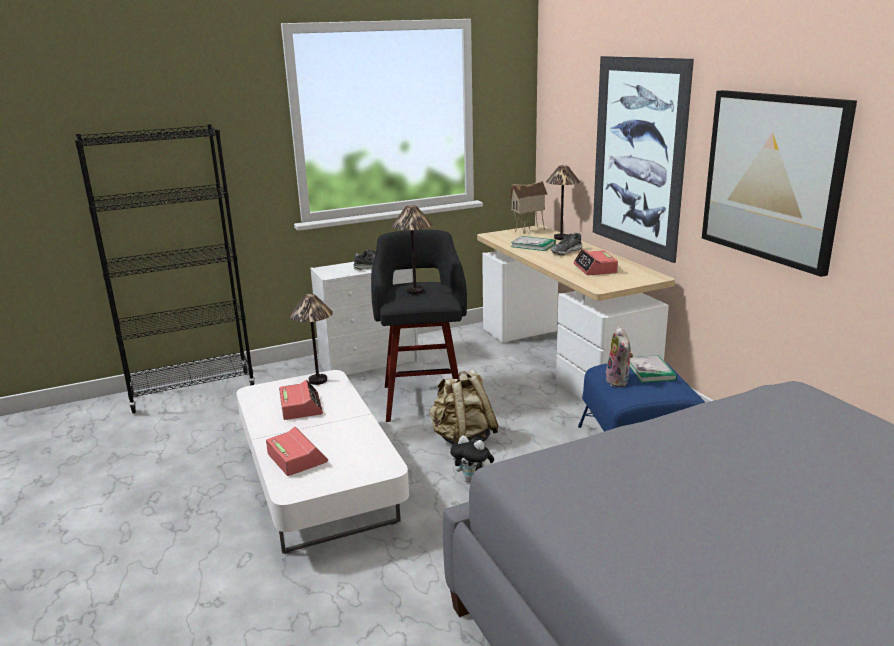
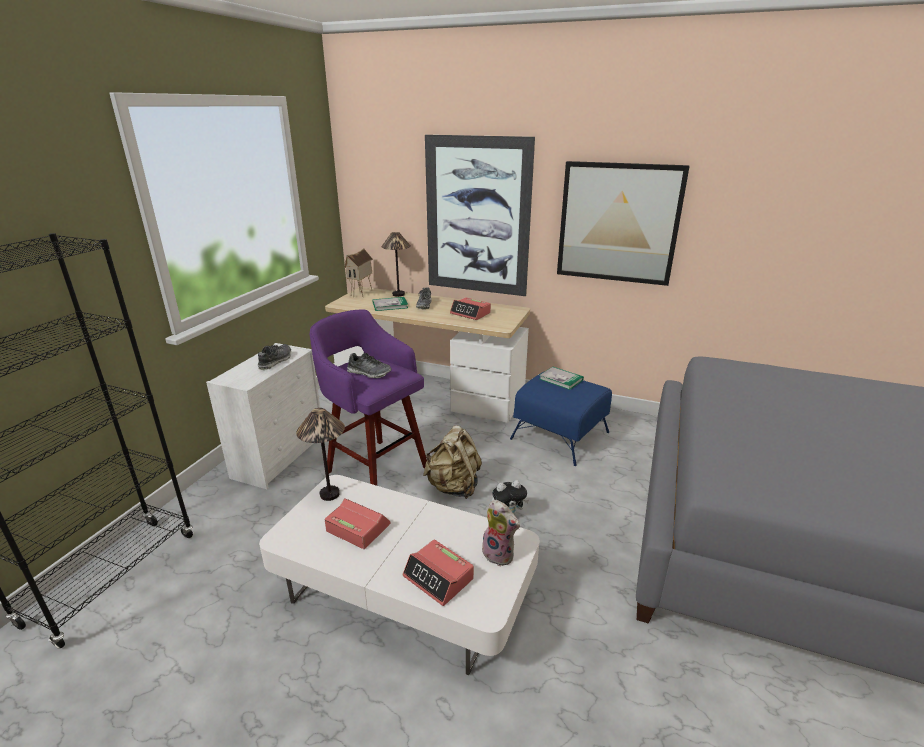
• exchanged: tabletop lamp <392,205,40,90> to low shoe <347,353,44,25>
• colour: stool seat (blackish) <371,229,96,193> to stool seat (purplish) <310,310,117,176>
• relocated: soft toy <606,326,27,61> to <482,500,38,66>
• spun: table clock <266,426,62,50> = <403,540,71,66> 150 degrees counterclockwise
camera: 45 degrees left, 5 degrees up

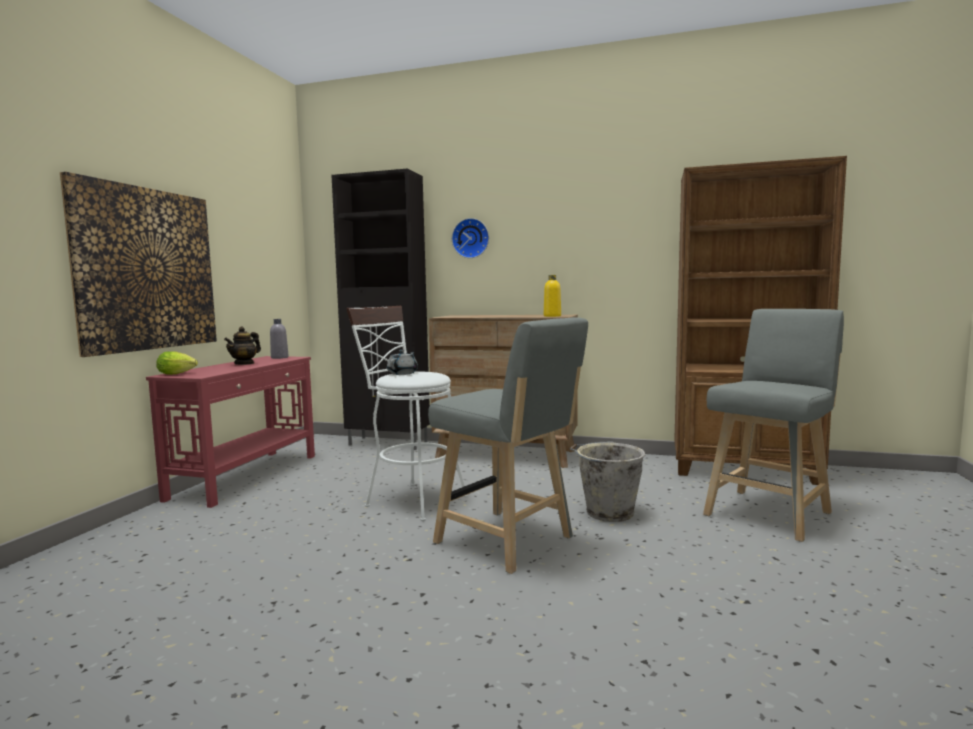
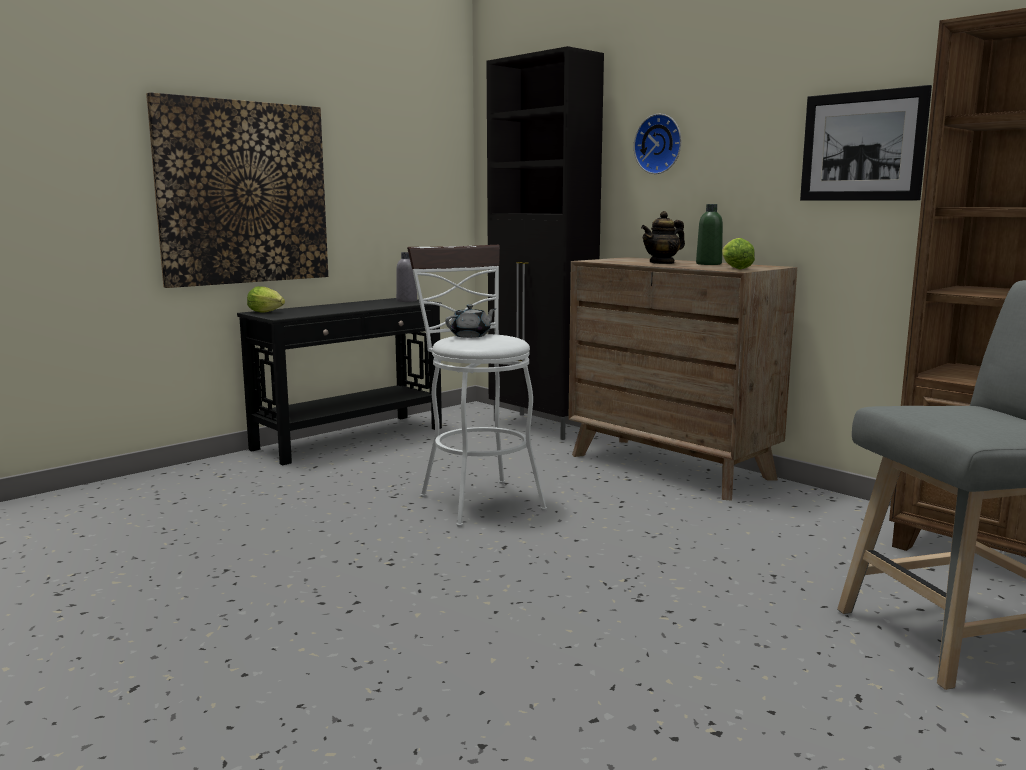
• exchanged: bottle (yellowish) <544,275,17,42> to lettuce <722,238,33,32>
• missing: stool seat (greyish) <428,317,160,257>
• relocated: teapot <224,327,37,38> to <641,211,44,53>
• colour: console table (reddish) <146,356,169,152> to console table (blackish) <237,298,205,167>
• missing: bucket (greyish) <569,442,76,80>
• appeared: wall picture <800,85,132,116>
• appeared: bottle (green) <696,204,27,61>
camera: 30 degrees right, 5 degrees up

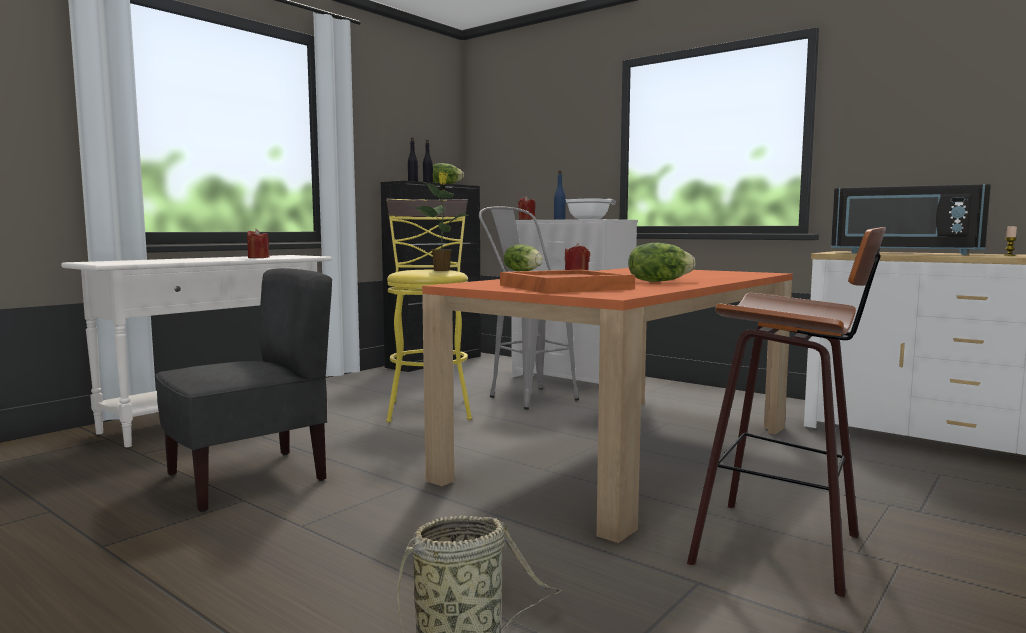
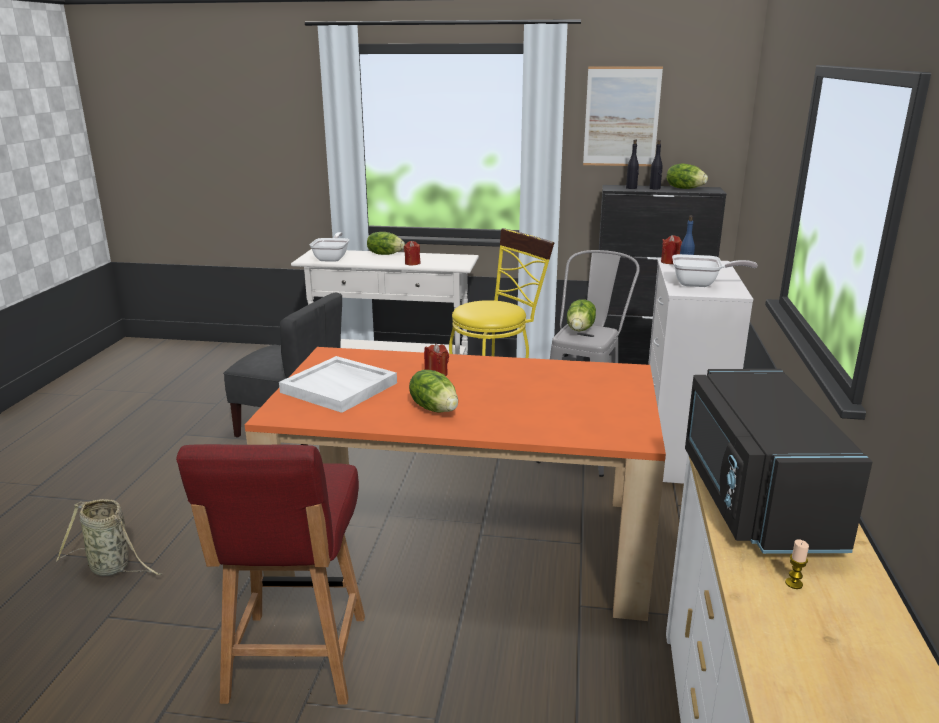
• missing: plant in a pot <415,172,54,99>
• exchanged: stool seat <687,227,199,370> to upright chair (reddish) <176,444,189,261>
• colour: serving tray (orange) <500,270,135,23> to serving tray (whitish) <279,356,118,57>
• appeared: wall picture <583,67,80,99>
• appeared: pan <310,232,39,30>
• appeared: lettuce <367,232,38,23>
camera: 60 degrees right, 15 degrees up

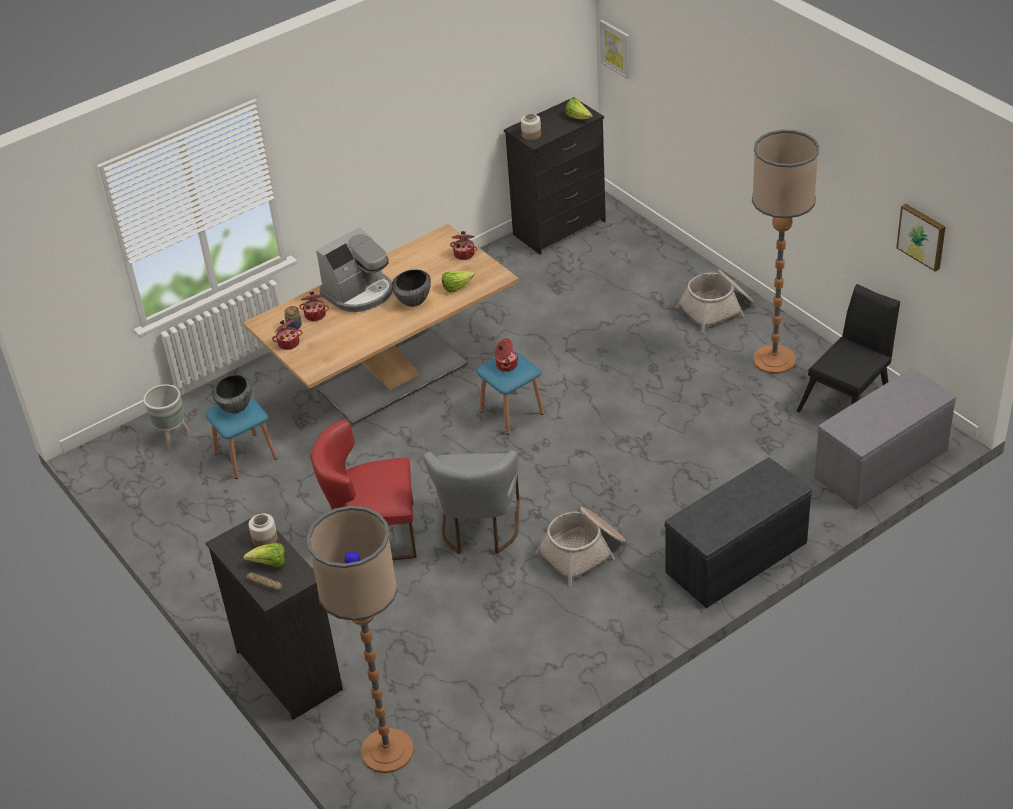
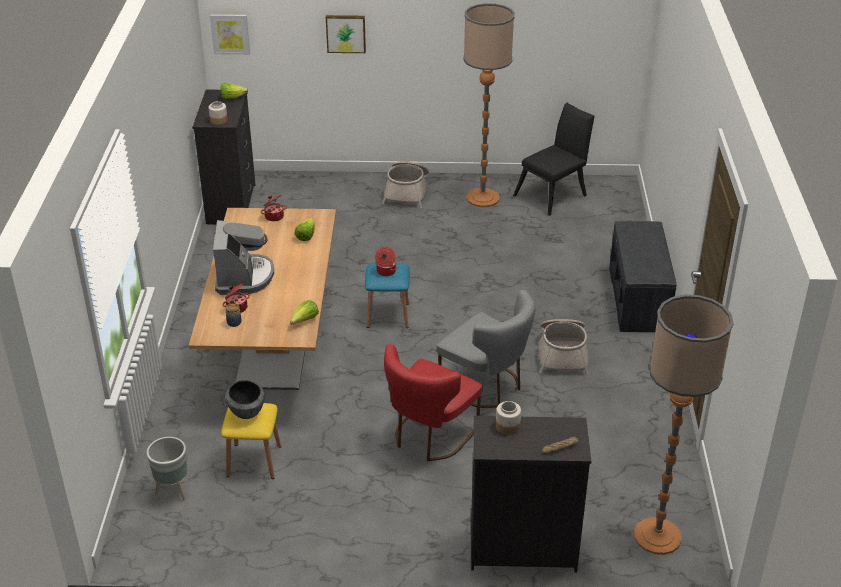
• relocated: wall picture <896,204,49,68> to <326,15,40,38>
• missing: deep dish <392,270,39,37>
• spun: upright chair (blackish) <796,284,104,129> = <513,103,81,113> 60 degrees clockwise
• missing: stockpot <272,320,31,30>
• missing: long seat (greyish) <814,368,142,141>
• colour: stool seat (blue) <205,397,72,82> to stool seat (yellowish) <221,403,60,76>
• relocated: lettuce <243,543,43,24> to <290,300,29,25>
camera: 55 degrees left, 5 degrees down

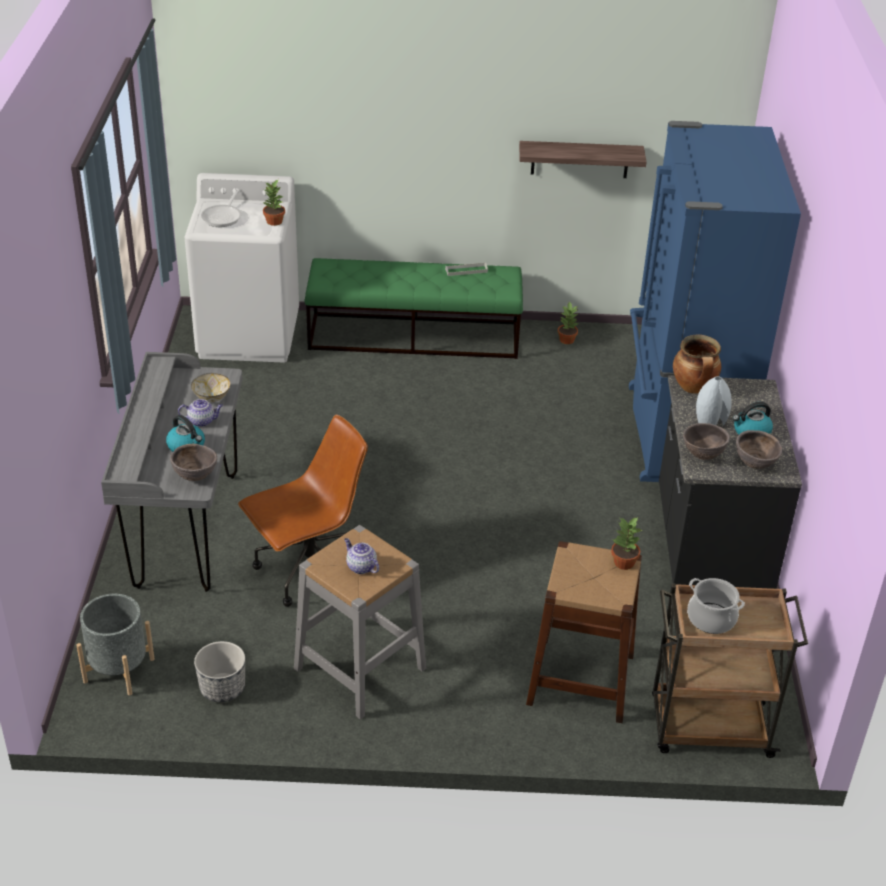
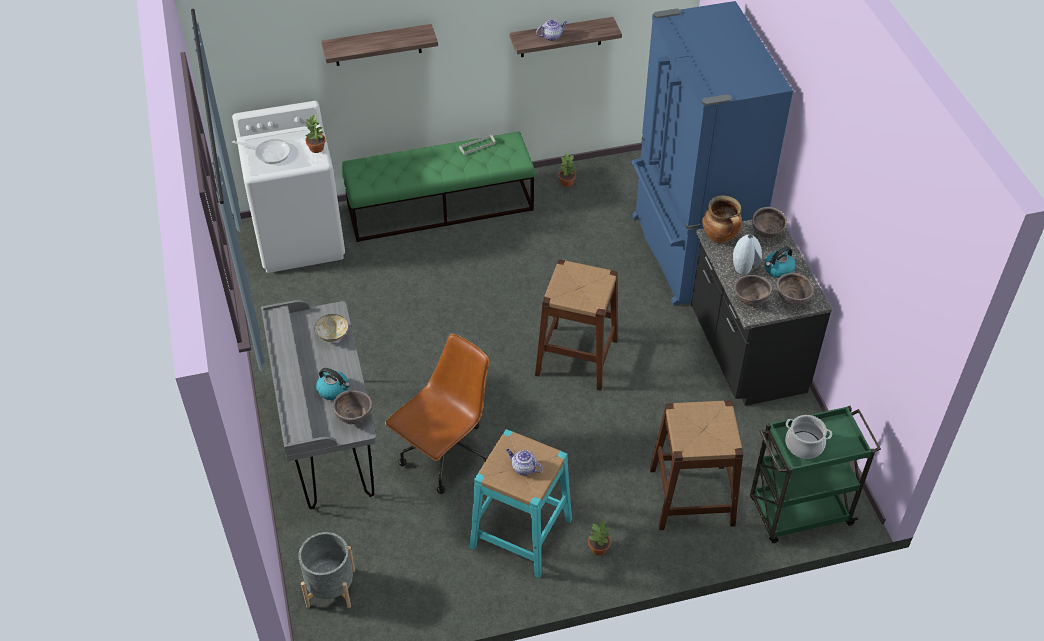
• spun: pan <201,189,40,38> = <232,139,59,25> 75 degrees counterclockwise
• relocated: teapot <178,399,45,28> to <536,20,31,21>
• relocated: plant in a pot <611,517,31,53> to <588,520,23,35>
• colour: stool seat (greyish) <294,525,132,194> to stool seat (turquoise) <470,429,102,149>
• colour: trolley (brown-coloured) <652,583,156,175> to trolley (green) <750,406,131,137>
• missing: plant pot <194,641,51,61>
• appeared: shelf <321,24,117,42>
• appeared: deep dish (brown-coloured) <752,207,35,31>
• appeared: stool seat (brown-coloured) <535,259,83,132>
camera: 15 degrees left, 10 degrees up

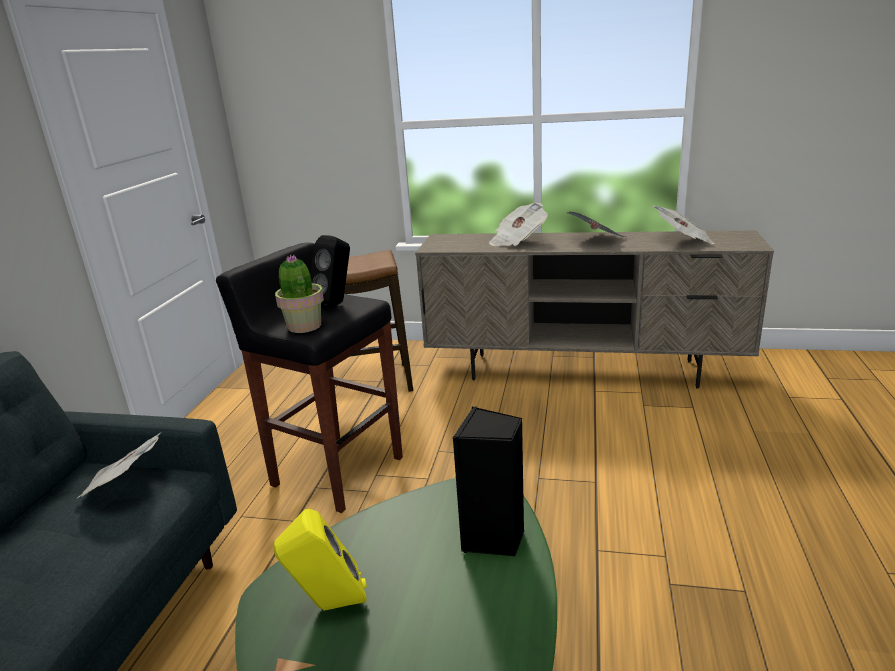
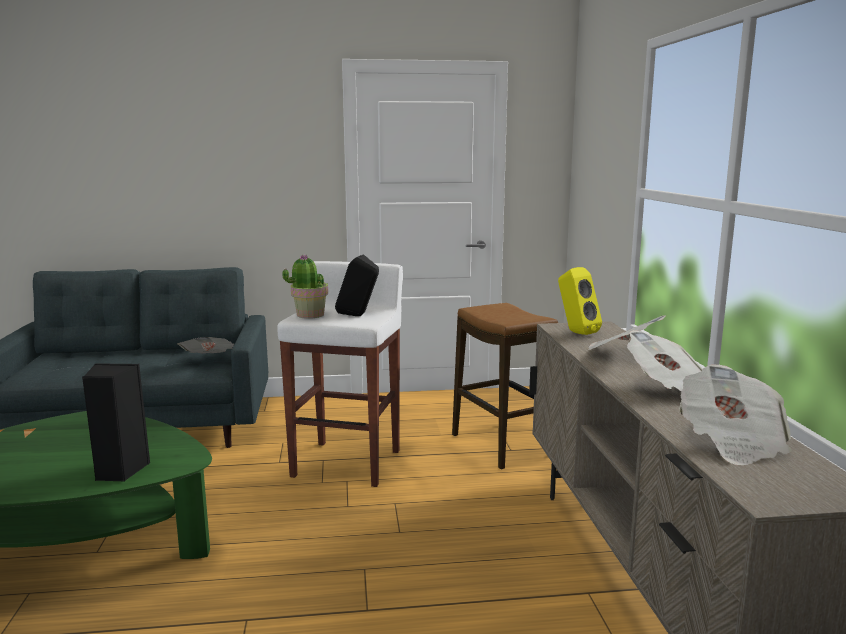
• colour: stool seat (blackish) <216,243,187,270> to stool seat (whitish) <277,261,126,226>
• relocated: audio speaker (yellowish) <274,509,93,102> to <558,267,44,68>
camera: 70 degrees right, 10 degrees down

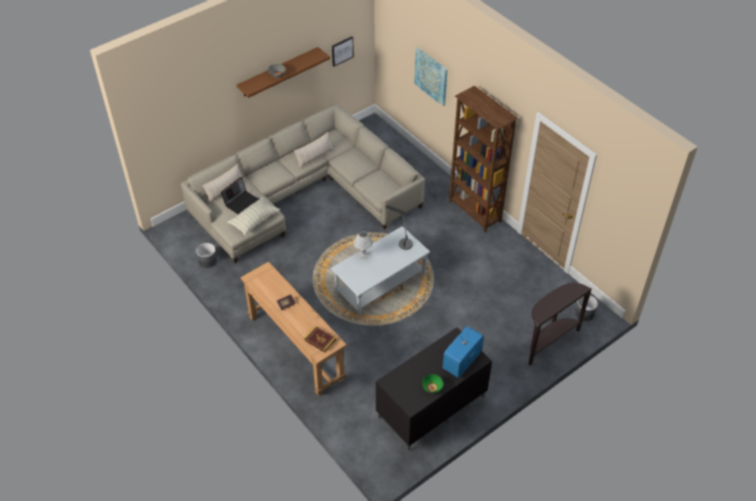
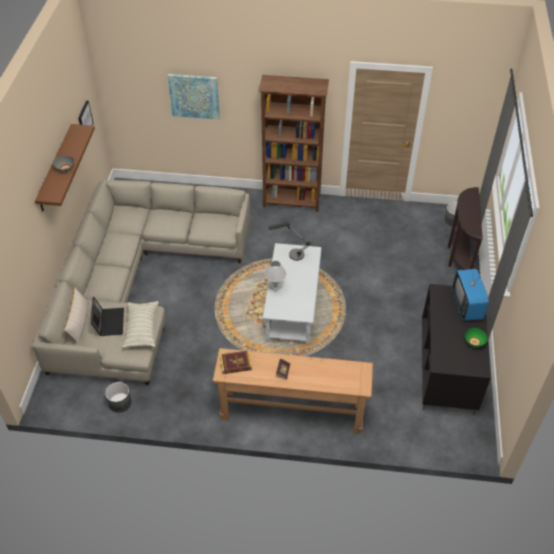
• missing: pillow (beige) <294,132,39,37>
• relocated: volume <304,326,32,27> to <220,350,32,24>
camera: 45 degrees left, 0 degrees up

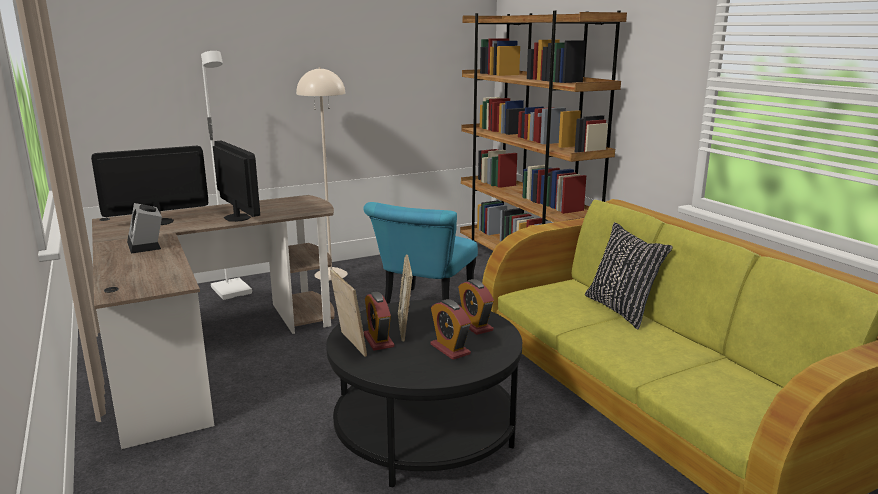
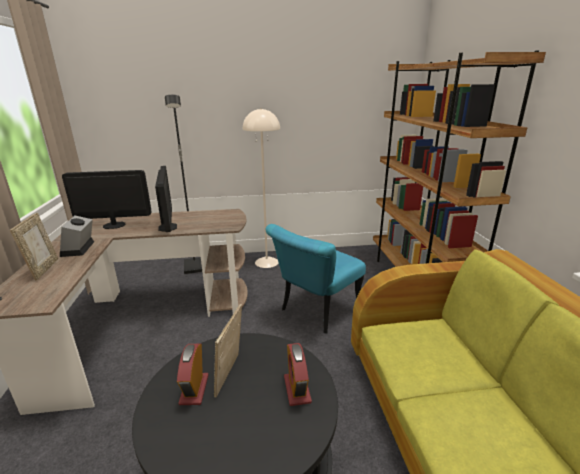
• colour: standing lamp (whitish) <201,51,51,249> to standing lamp (blackish) <165,95,37,179>
• missing: pillow (blackish) <585,222,88,107>
• relocated: picture frame <330,270,37,87> to <10,213,48,68>
• missing: table clock <430,299,41,61>
camera: 20 degrees right, 5 degrees up

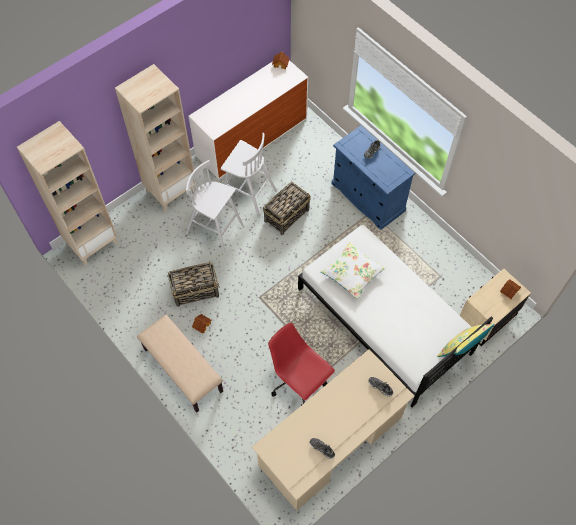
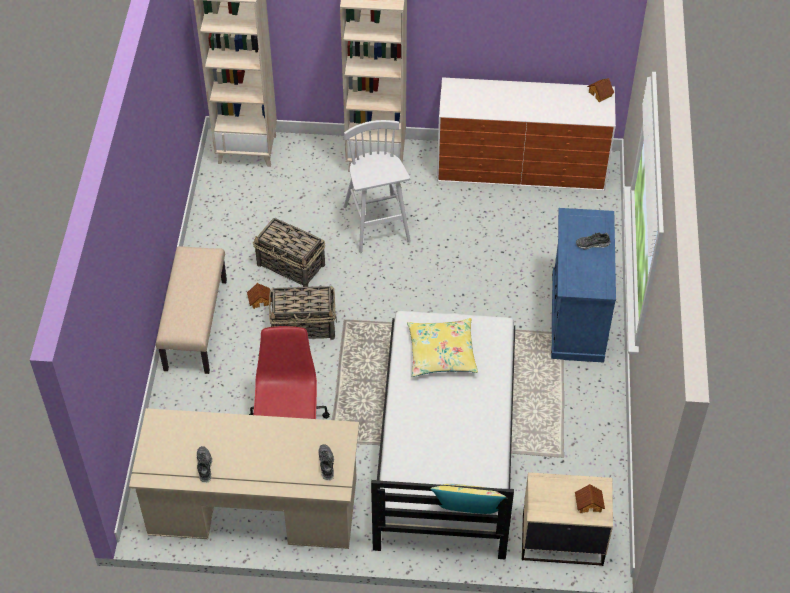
• missing: stool seat (whitish) <221,133,56,85>
• relocated: household basket <263,182,48,53> to <269,286,68,54>
• colour: pillow (whitish) <321,242,64,58> to pillow (yellowish) <407,318,71,59>
camera: 45 degrees right, 10 degrees down

